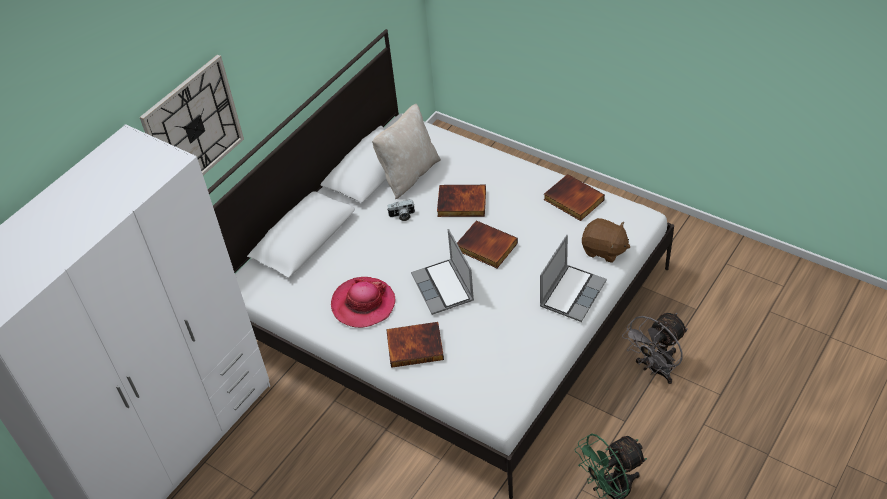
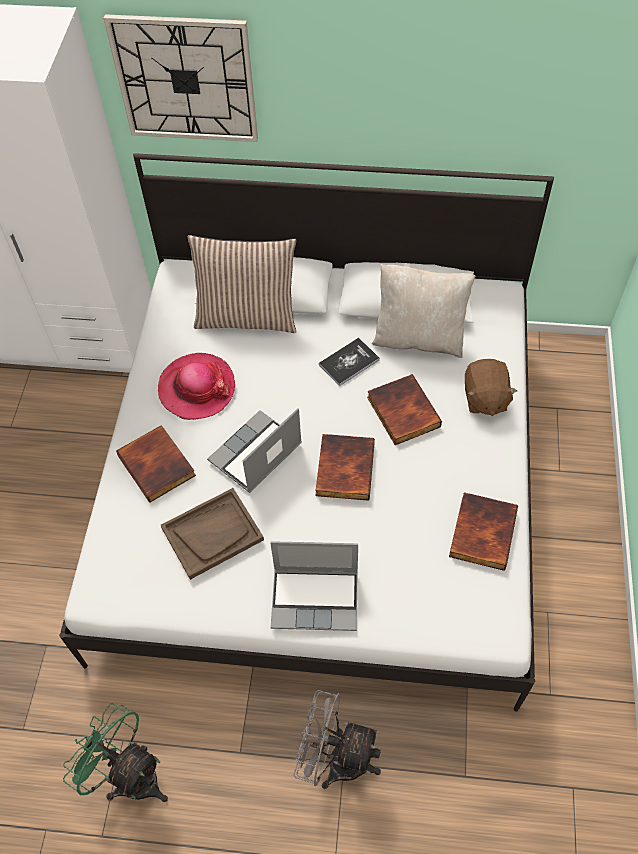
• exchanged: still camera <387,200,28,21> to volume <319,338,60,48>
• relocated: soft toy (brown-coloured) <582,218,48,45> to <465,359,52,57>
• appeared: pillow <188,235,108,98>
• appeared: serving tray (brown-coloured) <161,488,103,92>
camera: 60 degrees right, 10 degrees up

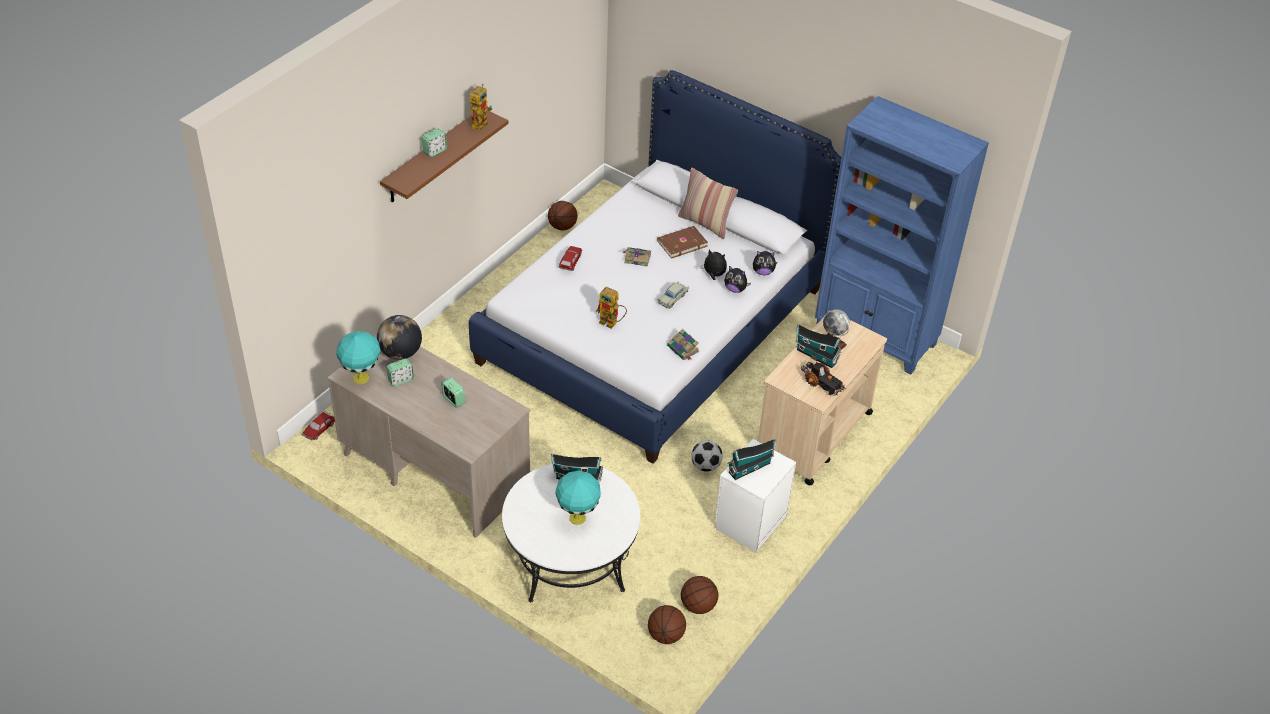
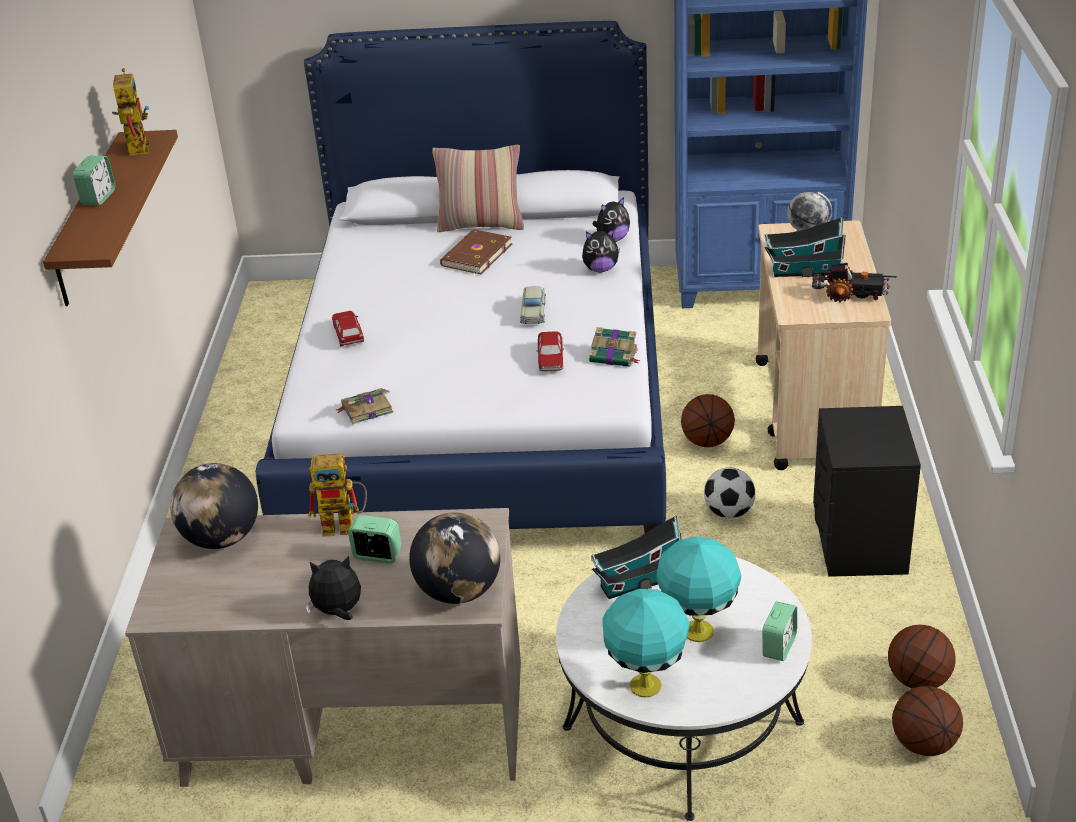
• relocated: basketball ball <548,201,30,30> to <681,394,54,53>
• relocated: volume <623,247,28,20> to <336,388,57,36>
• relocated: soft toy <700,249,27,31> to <306,556,55,64>
• relocated: model robot <596,287,31,42> to <308,453,59,84>
• relocated: tabletop lamp (turquoise) <336,331,44,53> to <603,589,87,108>
• relocated: table clock <387,358,27,28> to <762,601,35,60>
• relocated: toy car <302,412,33,29> to <537,331,27,40>
• missing: toy house <728,438,48,42>
• colour: nightstand (whitish) <715,439,81,113> to nightstand (blackish) <813,406,108,171>
• appeared: world globe <409,512,92,92>
camera: 30 degrees left, 10 degrees down

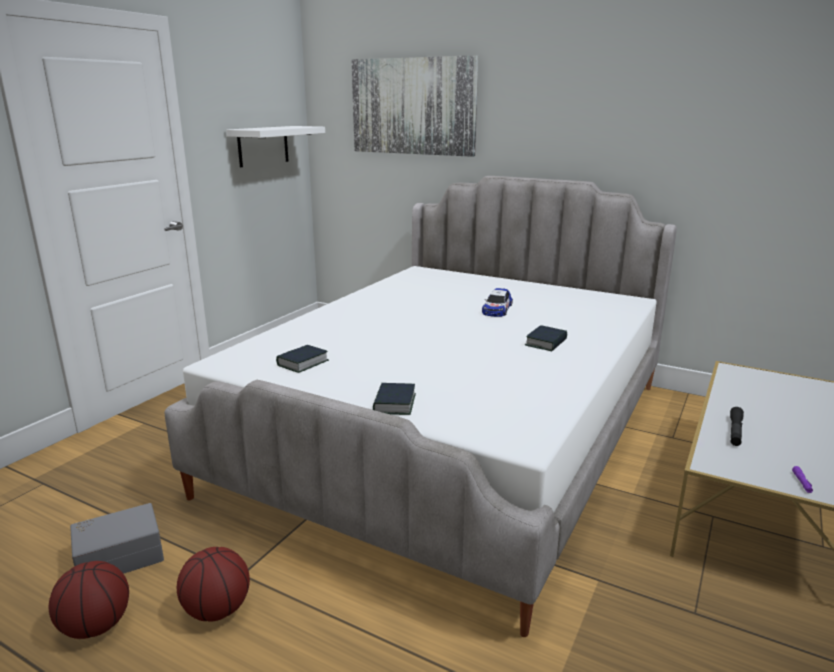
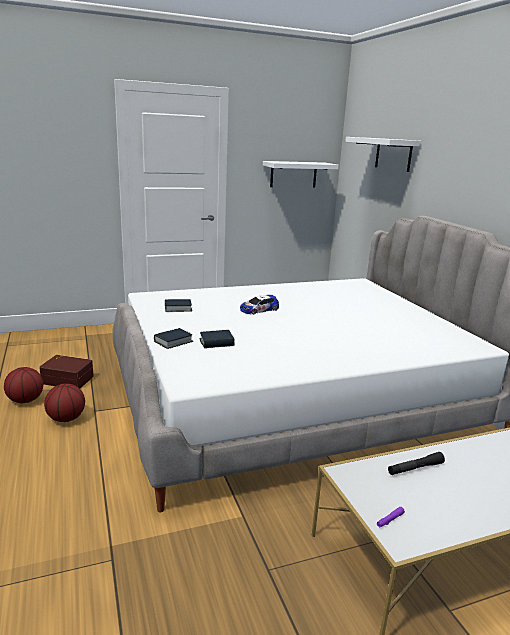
• exchanged: wall picture <351,55,127,102> to shelf (whitish) <345,137,76,35>
• relocated: toy car <482,288,31,29> to <240,295,39,19>
• relocated: volume <525,325,42,26> to <199,330,36,18>
• colour: storage box (greyish) <70,503,94,71> to storage box (brown-coloured) <39,355,55,34>
camera: 40 degrees right, 0 degrees up

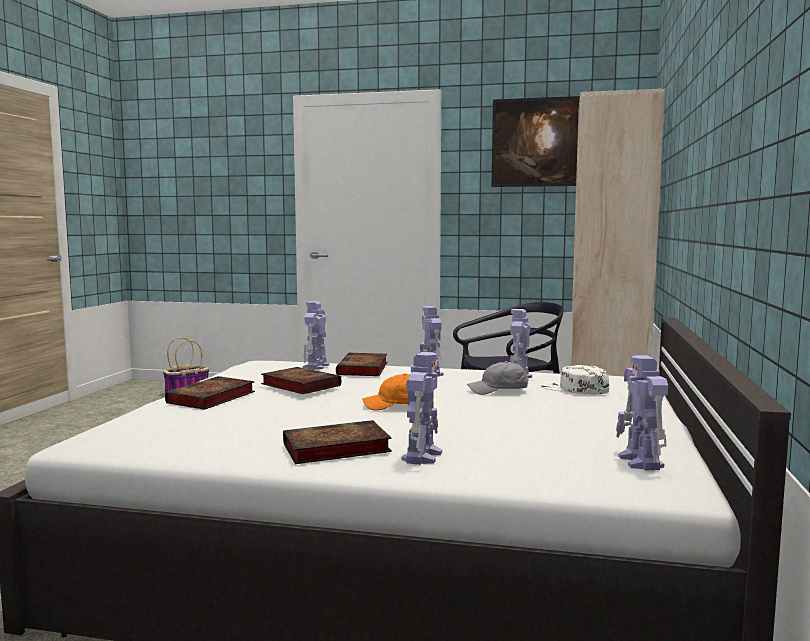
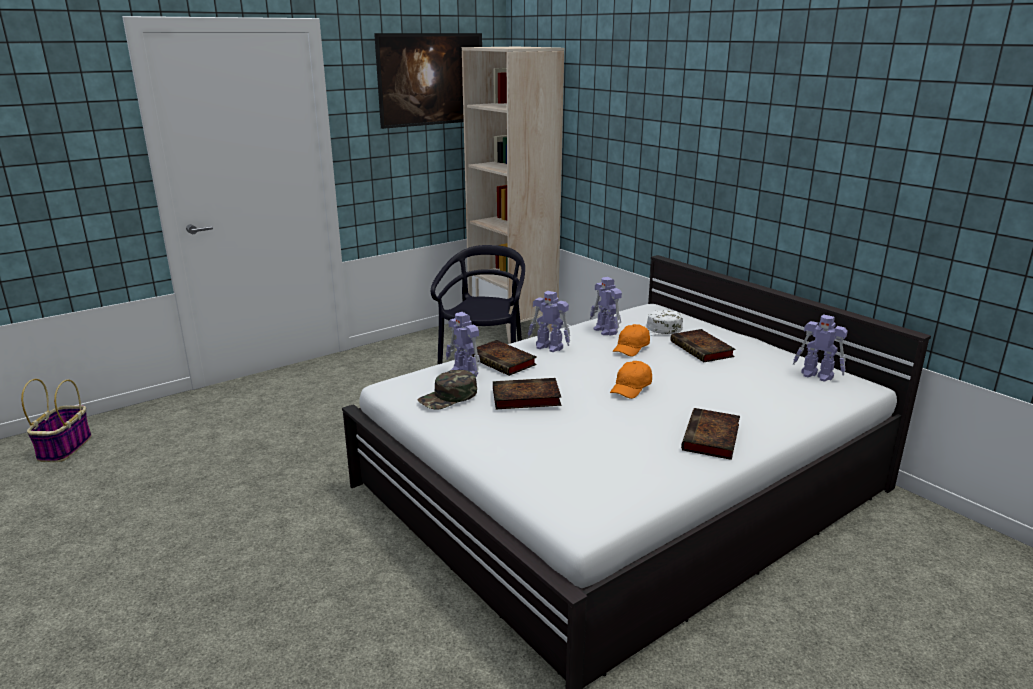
• missing: model robot <402,352,40,113>
• colour: baseball cap (greyish) <467,361,61,34> to baseball cap (orange) <613,324,37,33>
• relocated: volume <165,376,90,34> to <671,329,65,33>
• appeared: baseball cap (green) <417,370,60,39>
camera: 50 degrees left, 15 degrees up

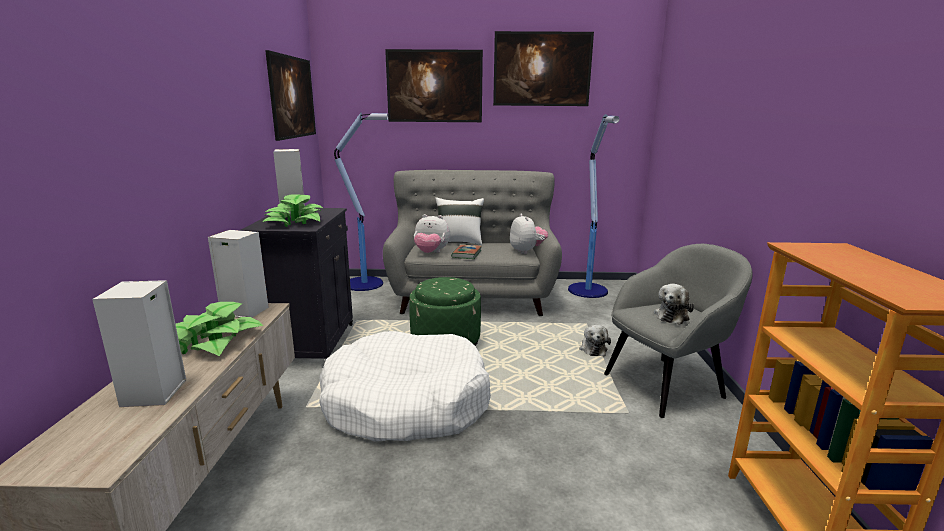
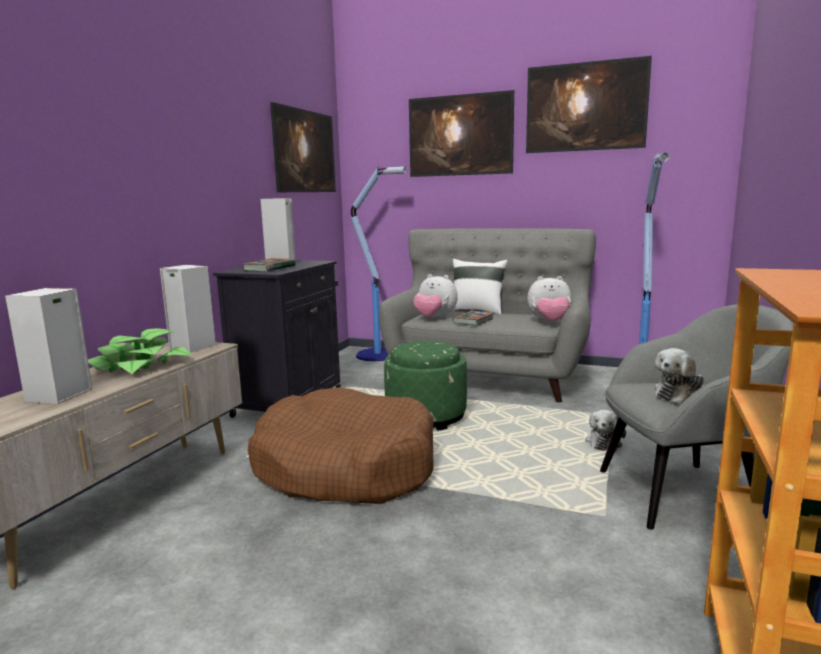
• exchanged: plant in a pot <262,195,61,32> to volume <243,258,53,14>
• spun: soft toy <510,213,38,41> = <527,276,44,46> 90 degrees clockwise
• colour: dog bed (whitish) <319,331,172,111> to dog bed (brown-coloured) <248,387,185,117>
camera: 20 degrees right, 5 degrees down

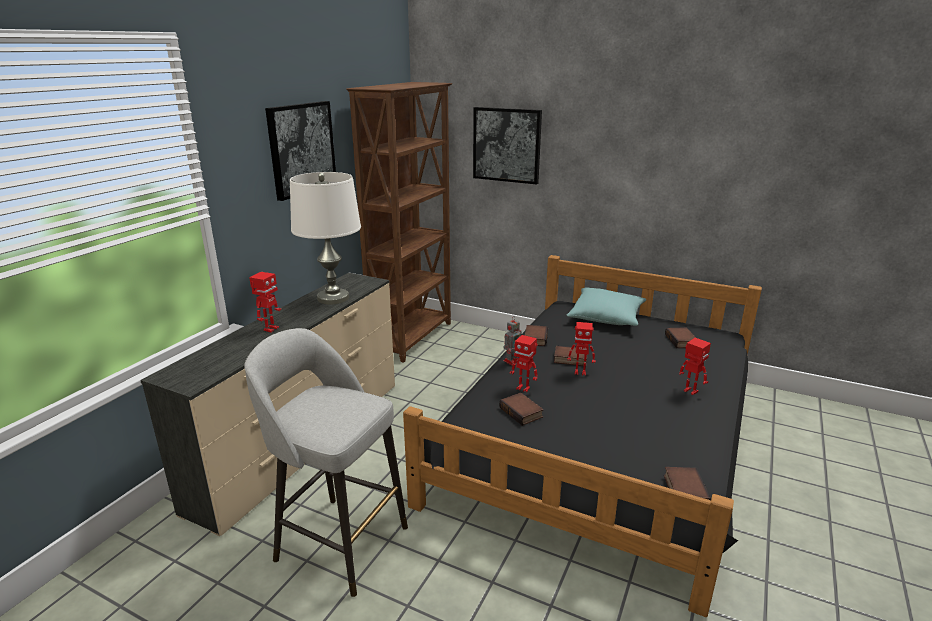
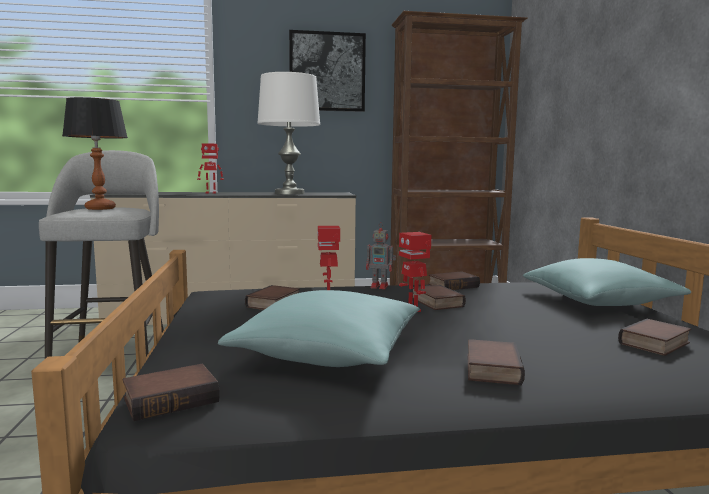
• missing: wall picture <473,107,69,78>
• exchanged: model robot <679,338,32,57> to volume <468,339,57,46>
• appeared: tabletop lamp <62,97,66,113>
• appeared: pillow (turquoise) <218,290,202,77>
camera: 55 degrees right, 15 degrees down

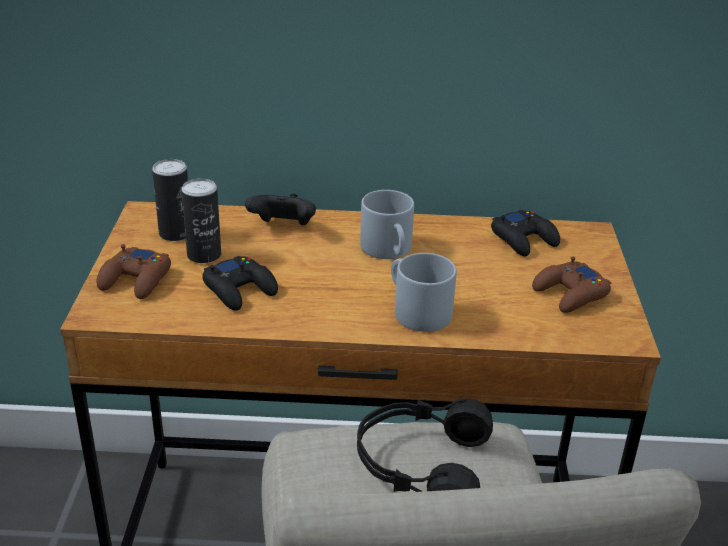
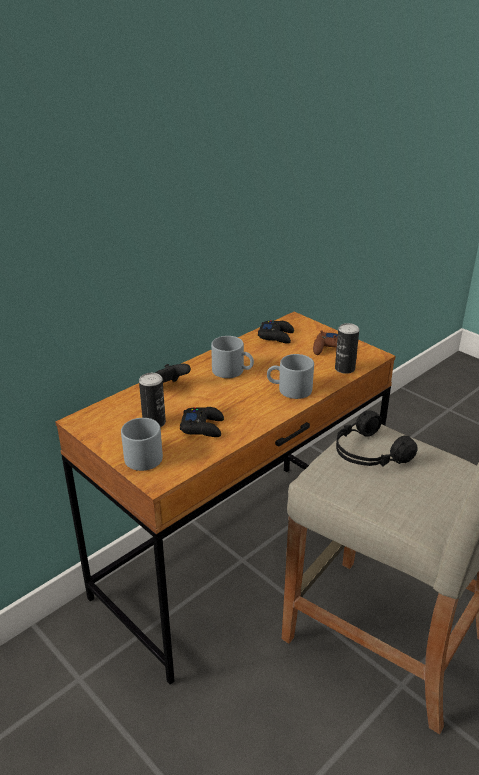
• relocated: sealed can <152,159,36,82> to <335,323,24,51>
• exchanged: gamepad (brown-coloured) <97,244,74,55> to tea mug (greyish) <121,418,42,53>
camera: 45 degrees left, 0 degrees up

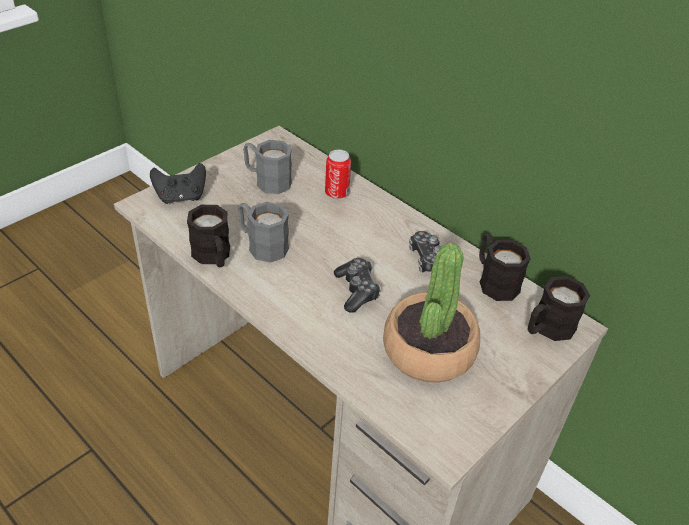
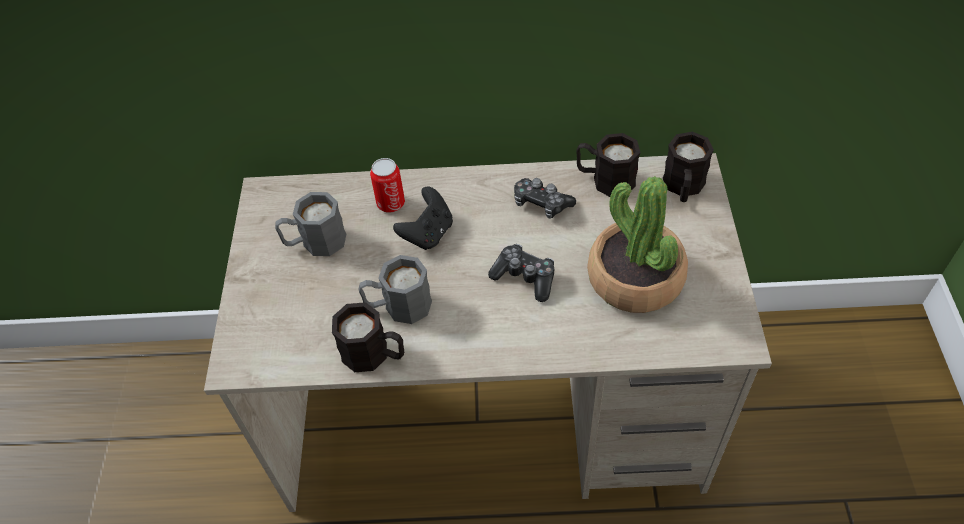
• relocated: gamepad (blackish) <150,163,56,41> to <393,186,60,64>
camera: 40 degrees left, 10 degrees up

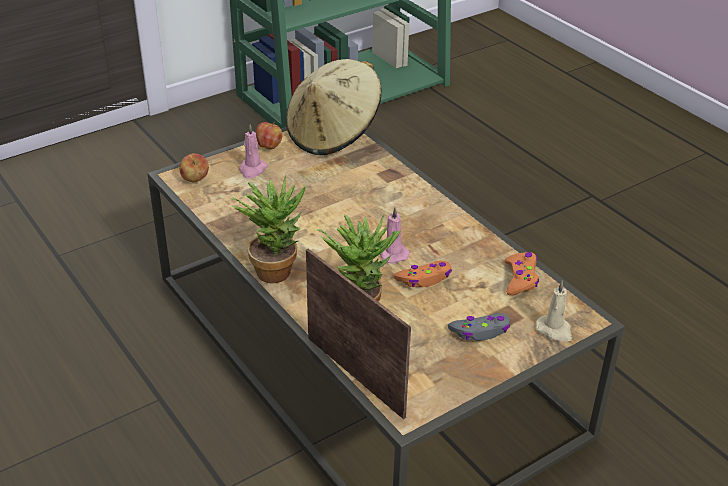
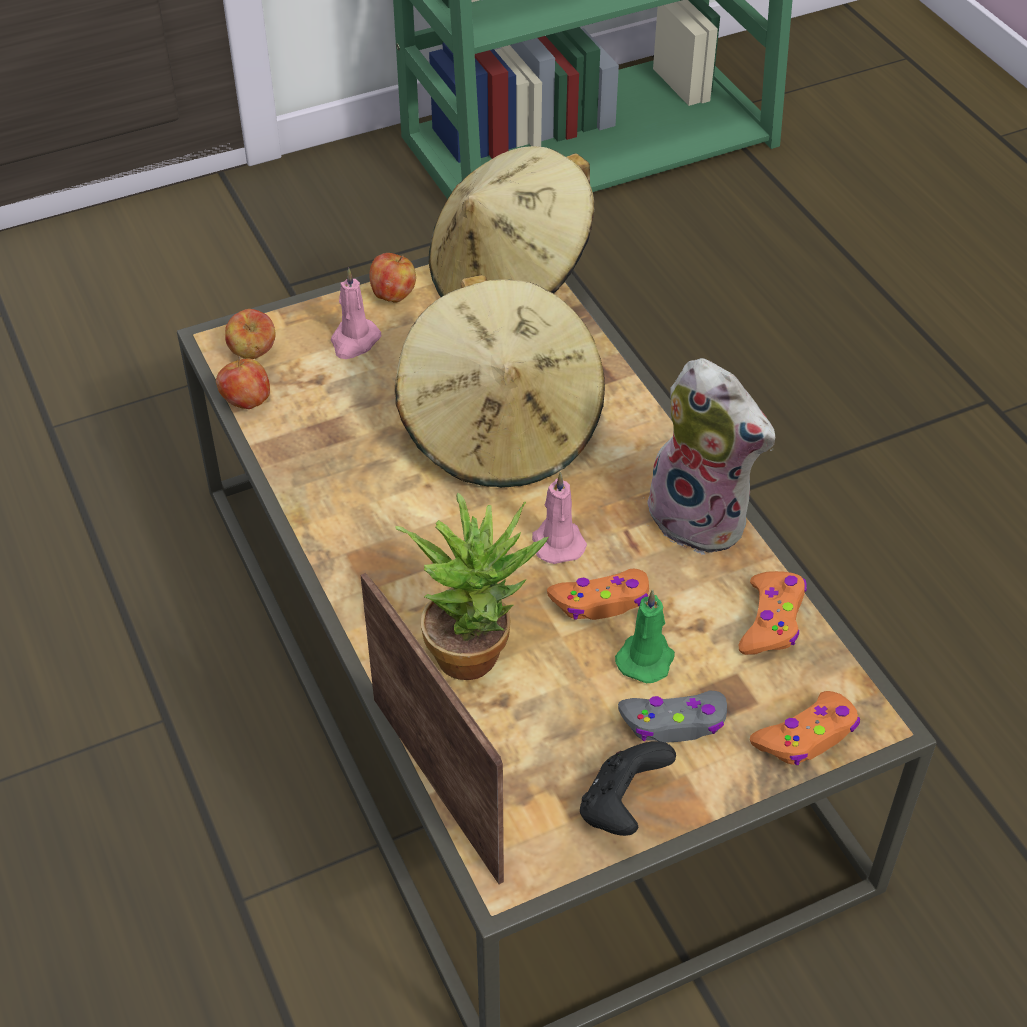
• missing: plant in a pot <231,176,75,107>
• exchanged: wax light (beige) <535,280,37,62> to gamepad (orange) <750,691,110,74>
• appeared: clothing hat (beige) <395,275,210,213>
• appeared: whole apple <216,356,54,53>
• appeared: soft toy <639,358,136,197>
• appeared: wax light (green) <615,589,60,94>
• appeared: gamepad (blackish) <580,741,96,95>
camera: 10 degrees right, 10 degrees up

